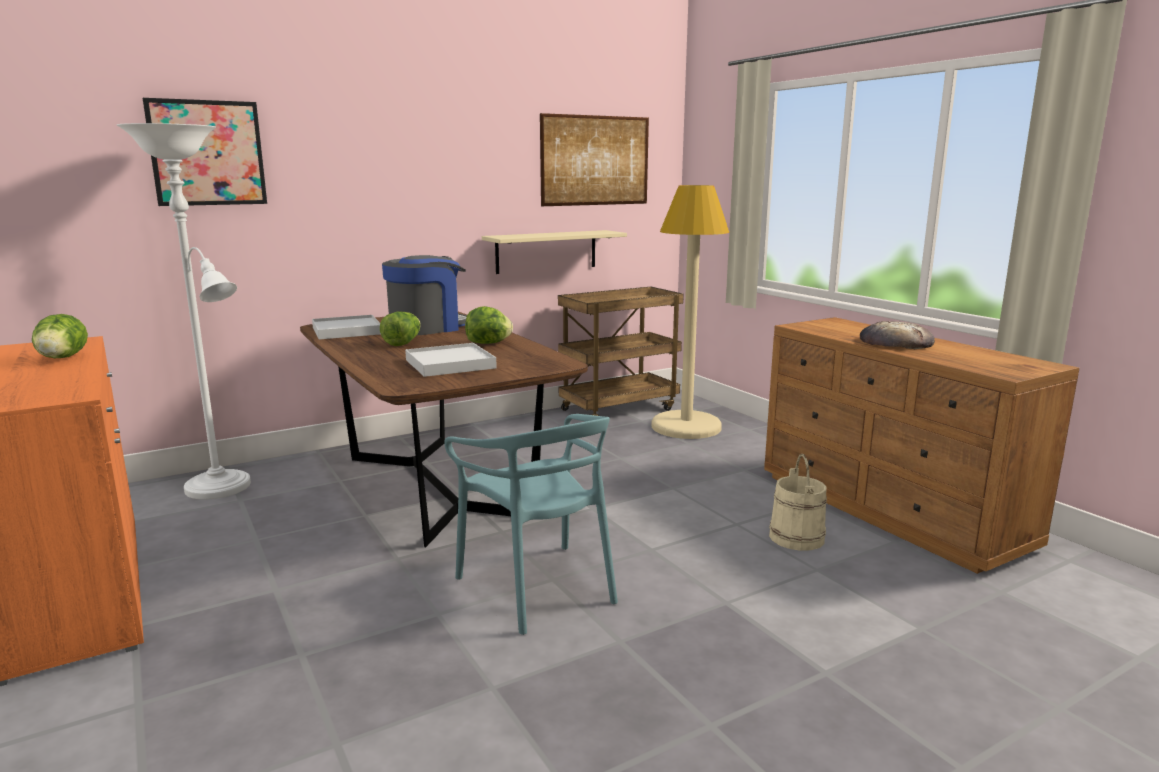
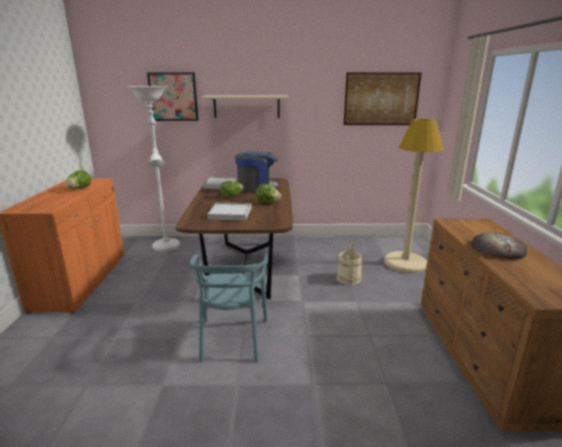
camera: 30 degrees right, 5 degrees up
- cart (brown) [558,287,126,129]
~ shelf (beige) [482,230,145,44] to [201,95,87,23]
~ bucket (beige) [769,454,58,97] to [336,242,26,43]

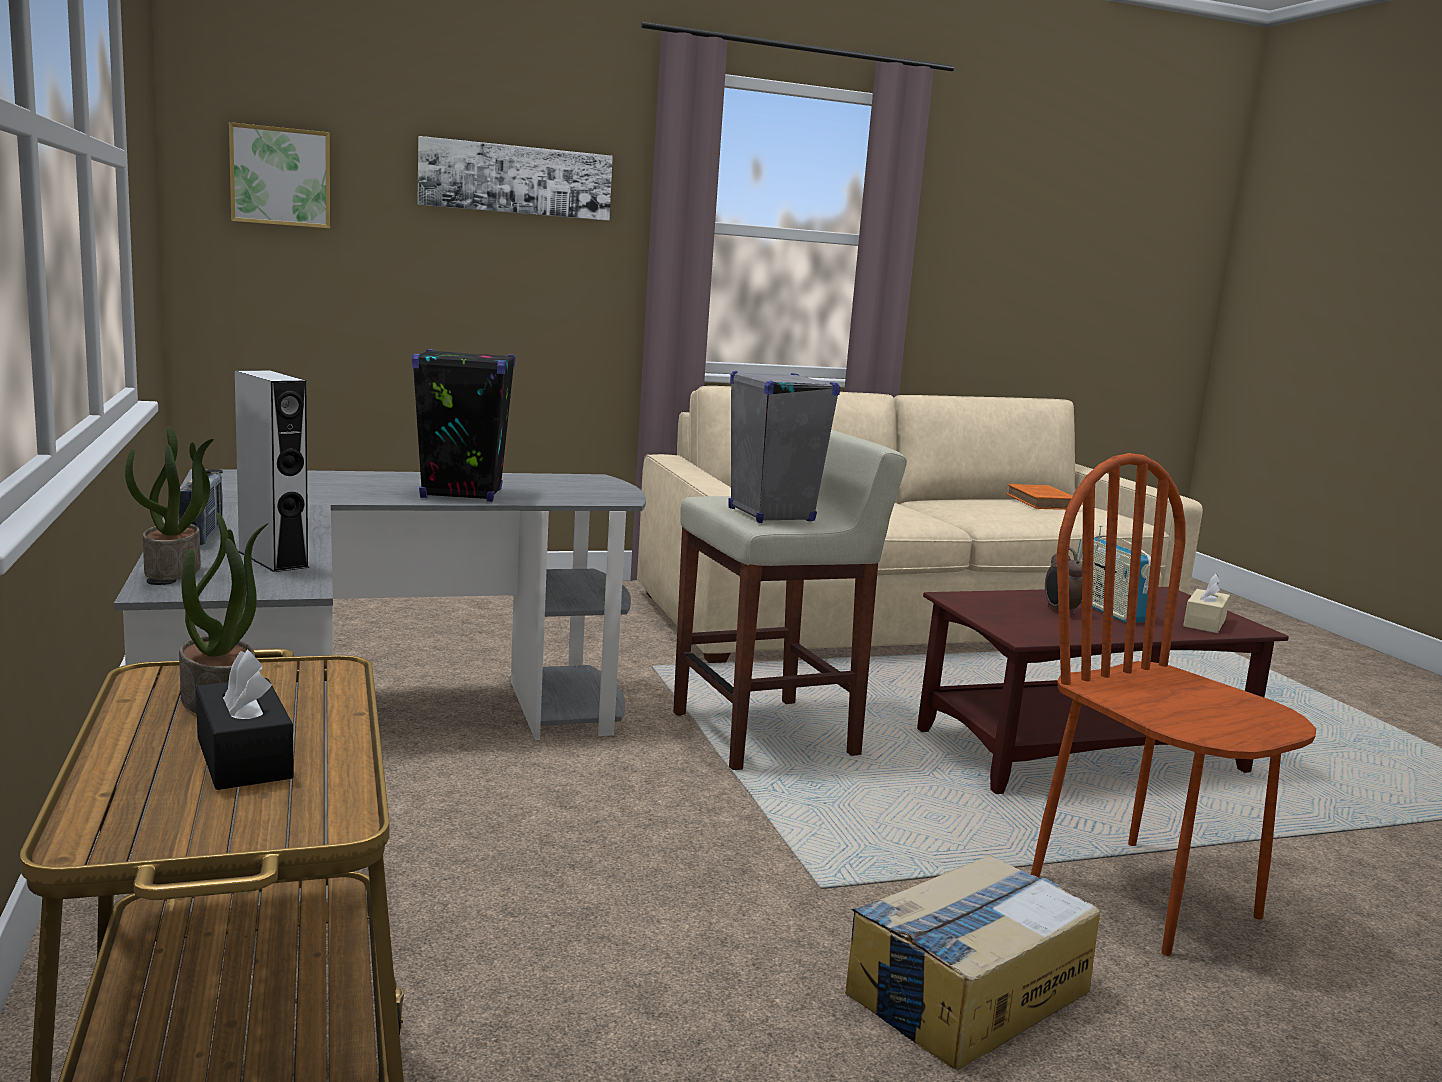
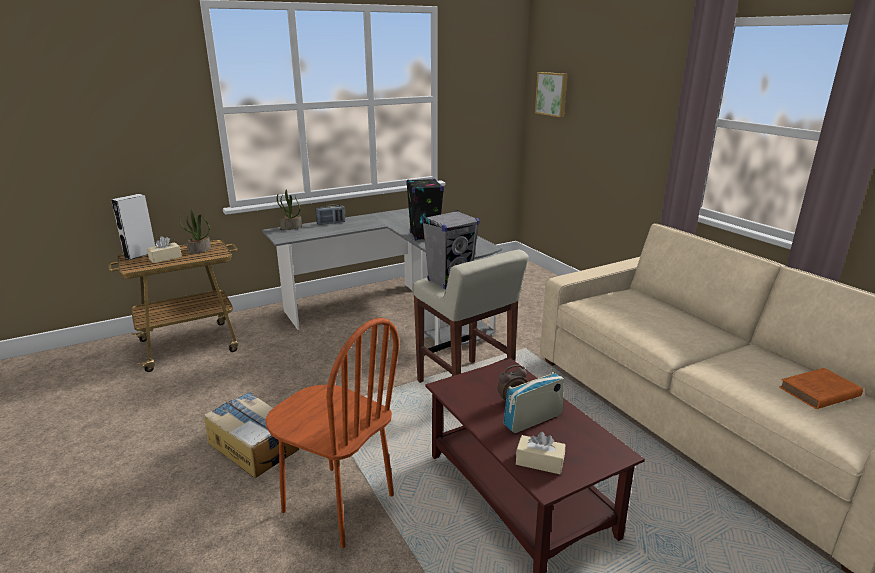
camera: 80 degrees right, 10 degrees up
- picture [417,136,196,85]
~ speaker (grey) [235,370,75,202] to [111,194,44,66]
~ tissue box (black) [196,649,98,141] to tissue box (beige) [147,236,35,27]
~ chair (brown) [1031,453,285,503] = [266,318,133,230] 75 degrees clockwise

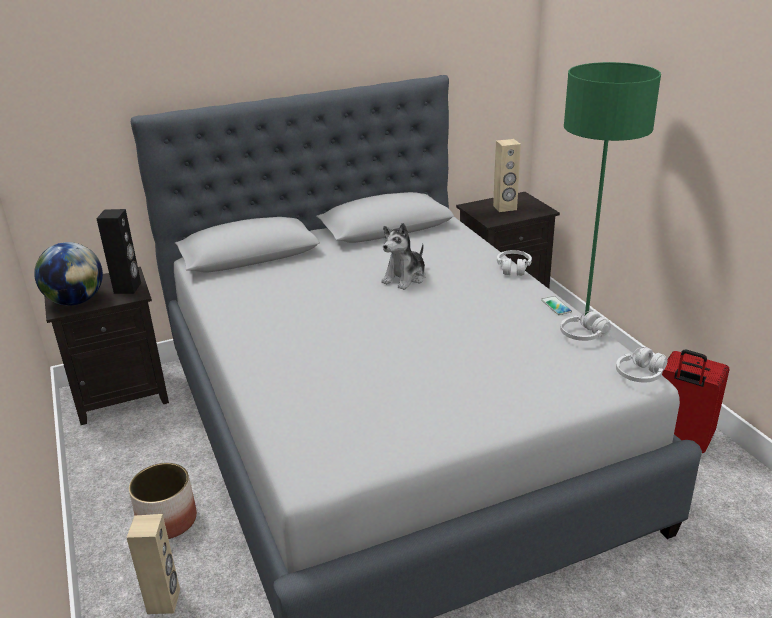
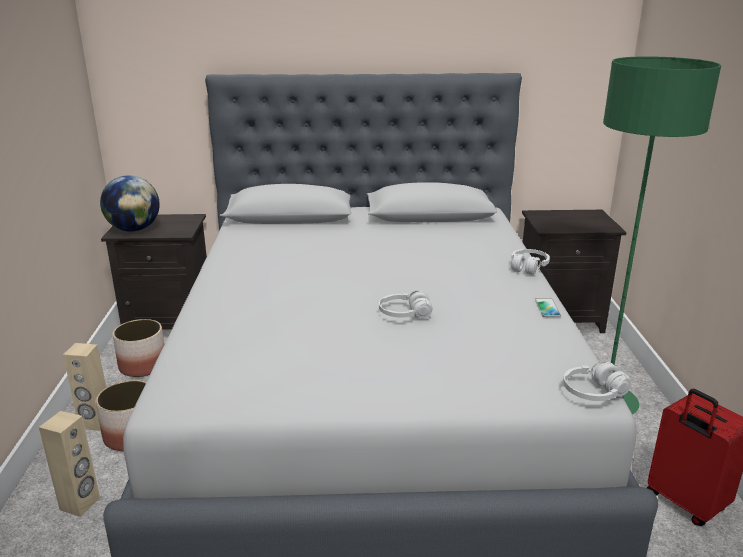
camera: 20 degrees right, 5 degrees down
- speaker (black) [96,209,45,85]
- plush toy [381,223,45,67]
+ planter [113,319,52,58]
~ speaker (beige) [493,139,28,73] to [63,343,43,88]
~ headphones (white) [560,311,51,30] to [379,291,53,28]

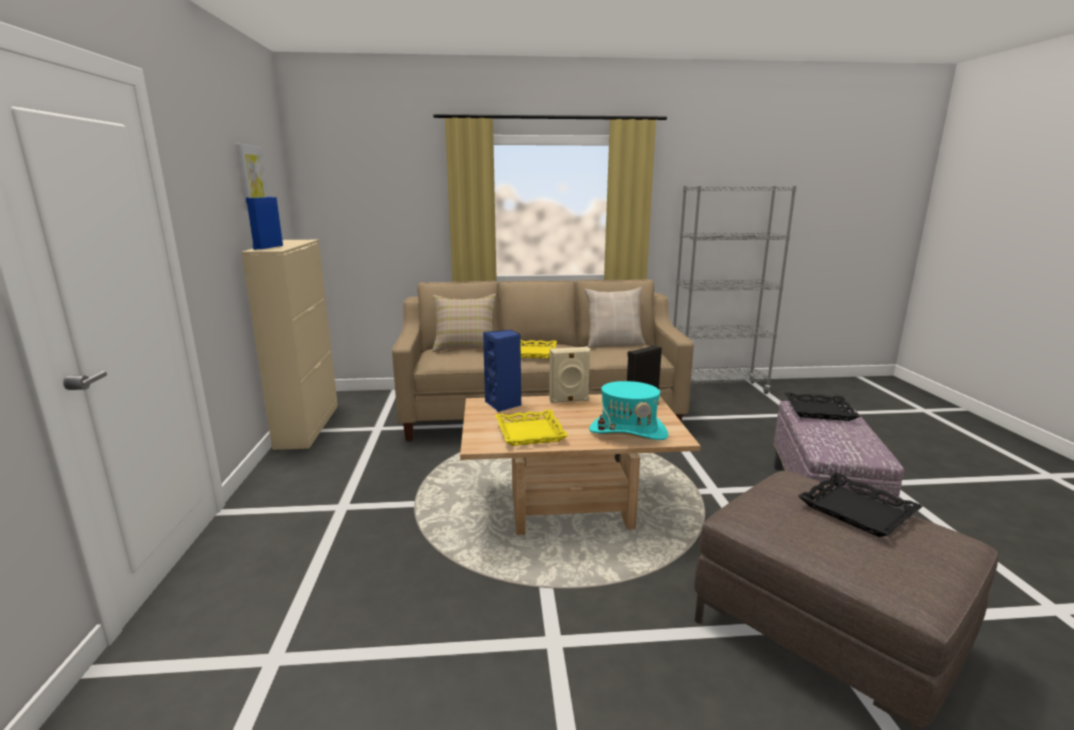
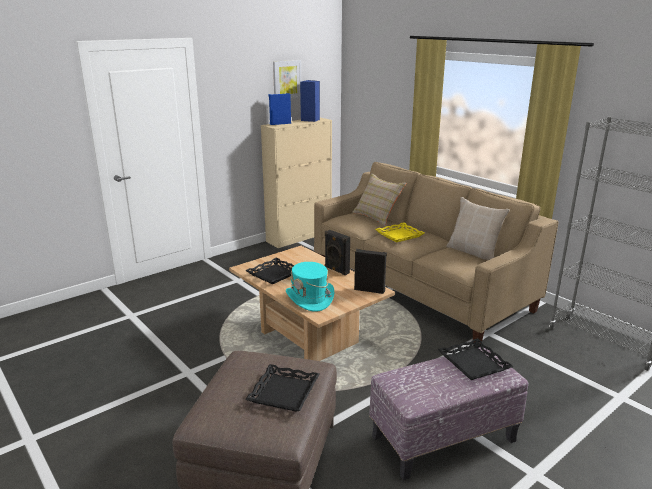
camera: 55 degrees right, 5 degrees up
~ speaker (blue) [483,330,38,82] to [300,80,20,42]
~ tray (yellow) [495,409,73,37] to tray (black) [245,257,49,27]
~ speaker (beige) [549,347,42,56] to speaker (black) [325,230,25,46]

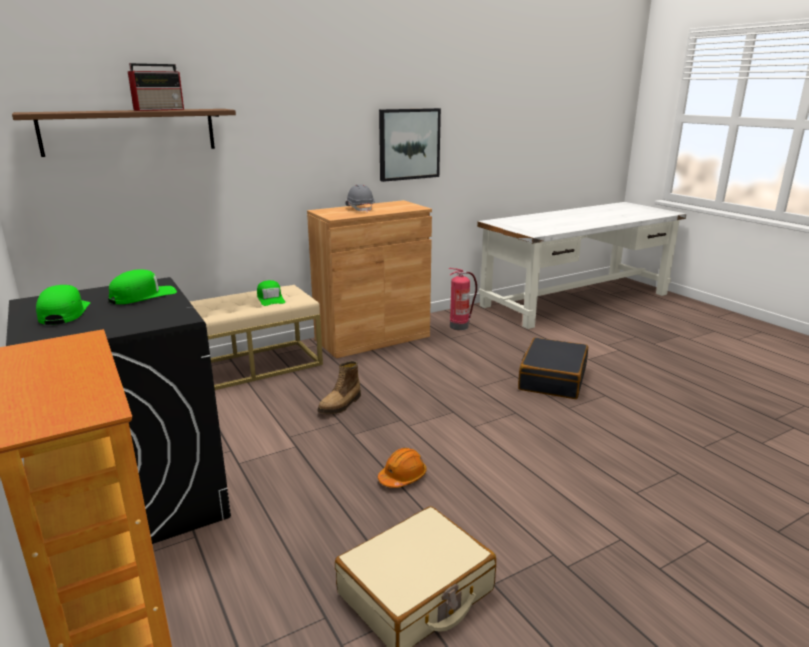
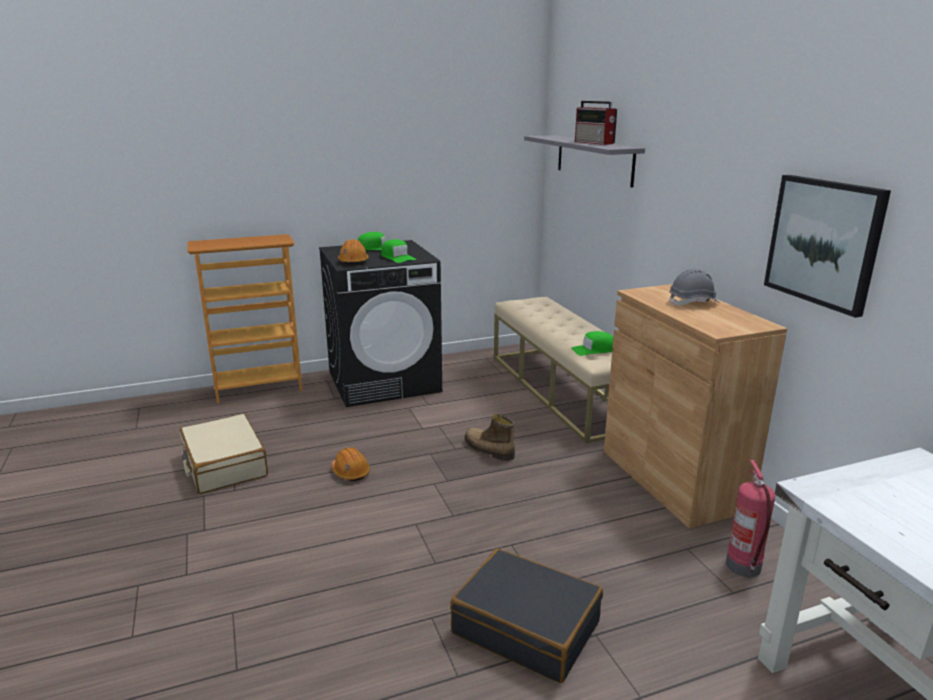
camera: 100 degrees right, 0 degrees up
+ hard hat (orange) [338,239,31,27]
~ shelf (brown) [12,109,224,48] to shelf (grey) [524,135,121,53]

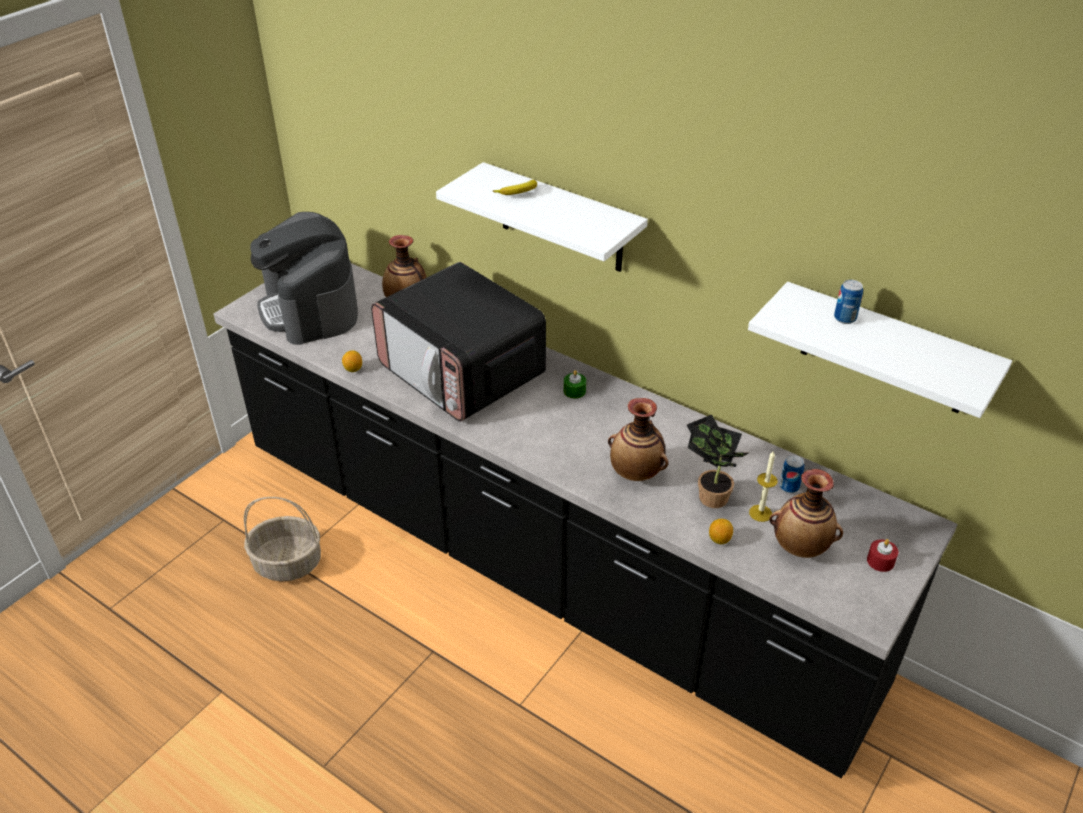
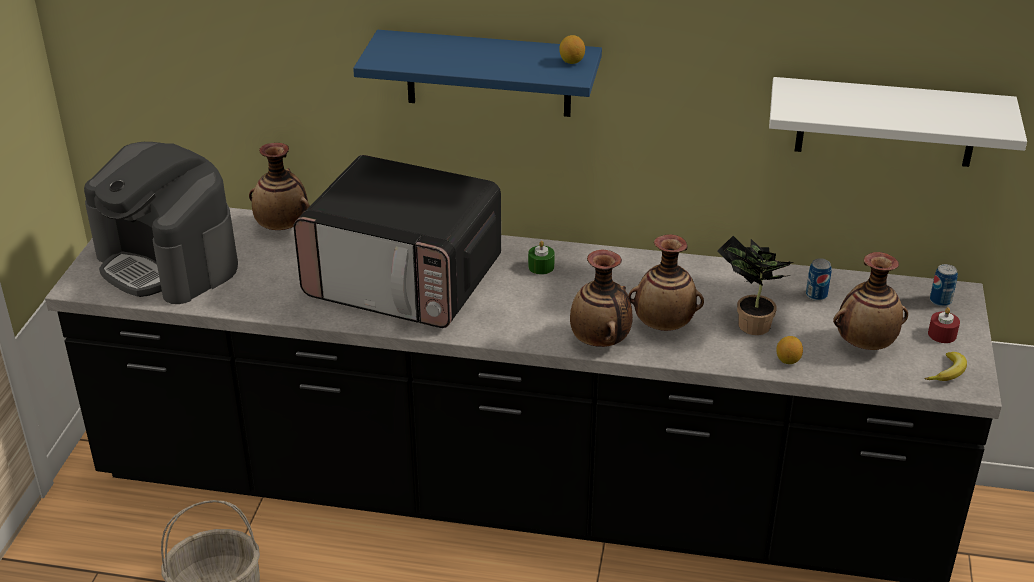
camera: 25 degrees left, 5 degrees down
- candle [749,451,28,71]
+ vase [570,250,63,97]
~ lemon [342,350,20,22] to [559,35,26,29]
~ banana [493,180,44,15] to [925,352,42,29]
~ can [834,280,29,44] to [930,264,28,43]
~ shelf (white) [436,162,212,110] to shelf (blue) [353,30,249,87]

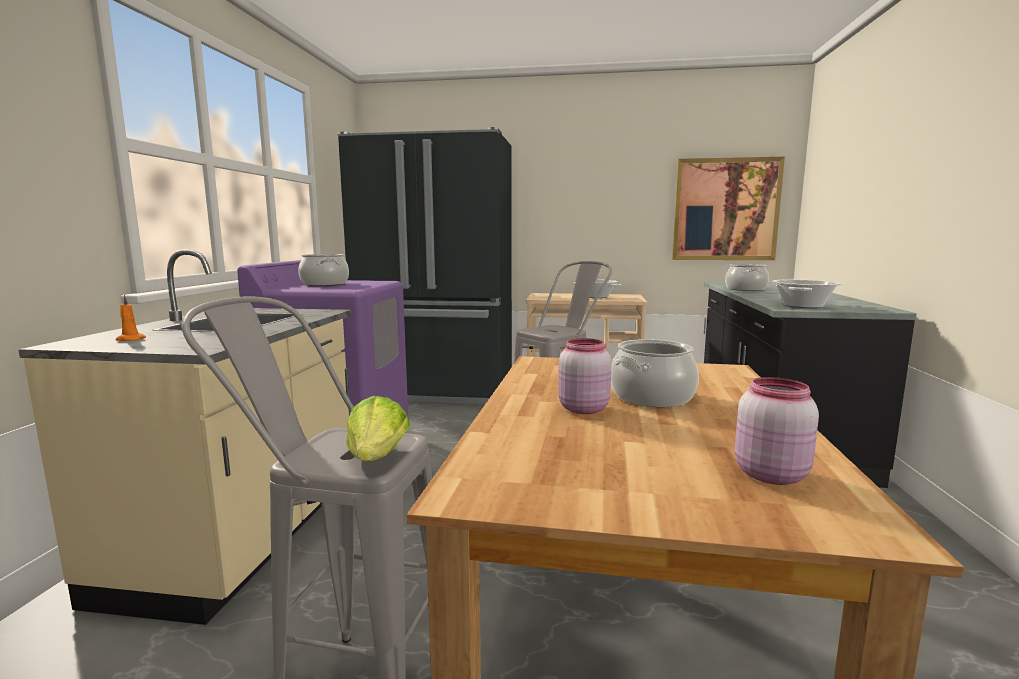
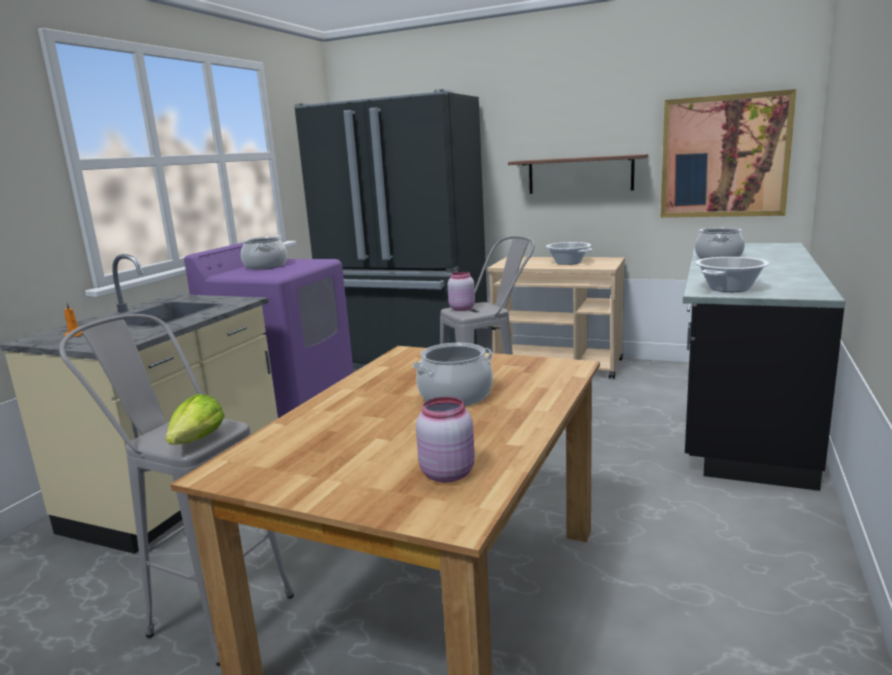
camera: 15 degrees right, 5 degrees up
+ shelf [508,154,140,40]
~ jar (pink) [558,338,54,76] to [448,272,27,39]

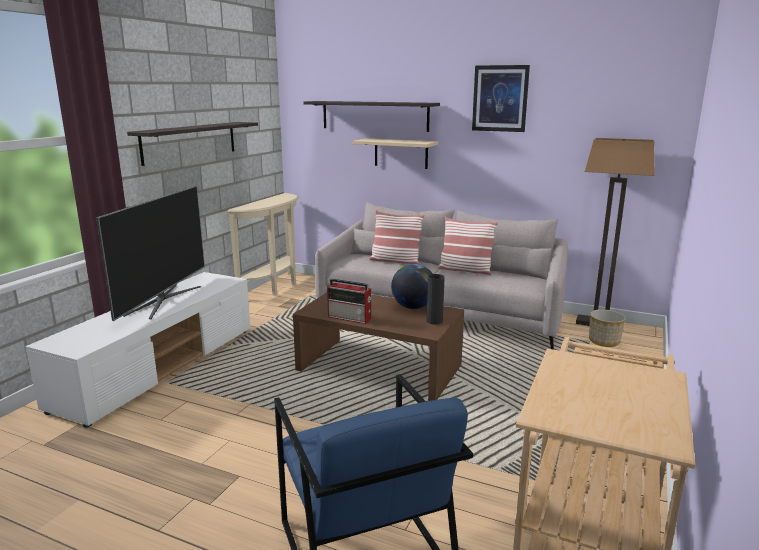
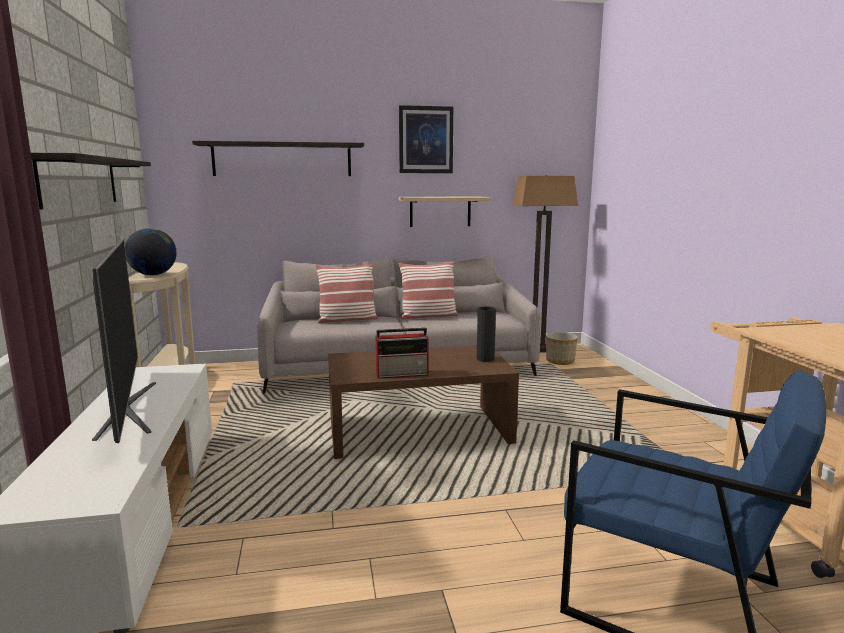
camera: 35 degrees left, 5 degrees down
~ shelf (beige) [353,138,85,31] to [399,196,92,31]
~ globe [391,264,42,45] to [125,228,52,47]

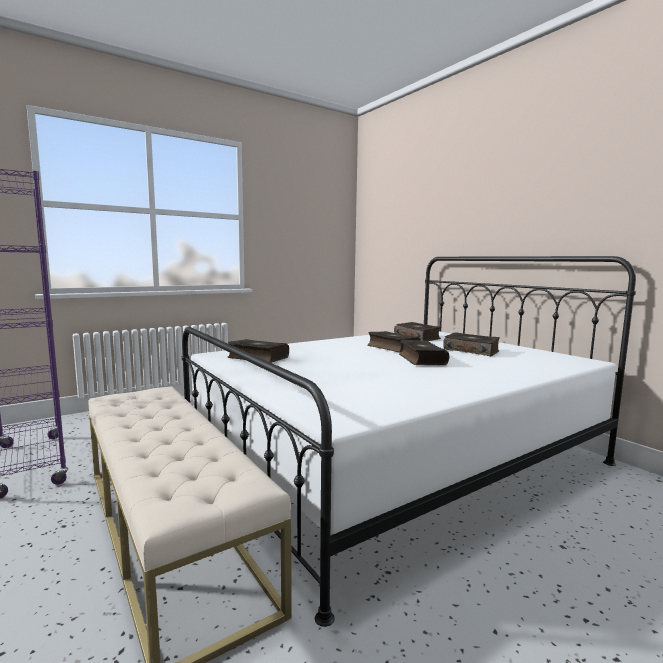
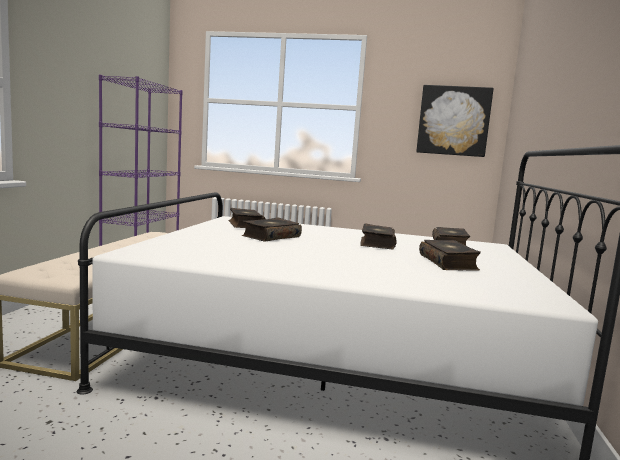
camera: 45 degrees right, 0 degrees up
+ picture [416,85,78,72]
~ book [399,340,50,25] to [242,218,60,24]

